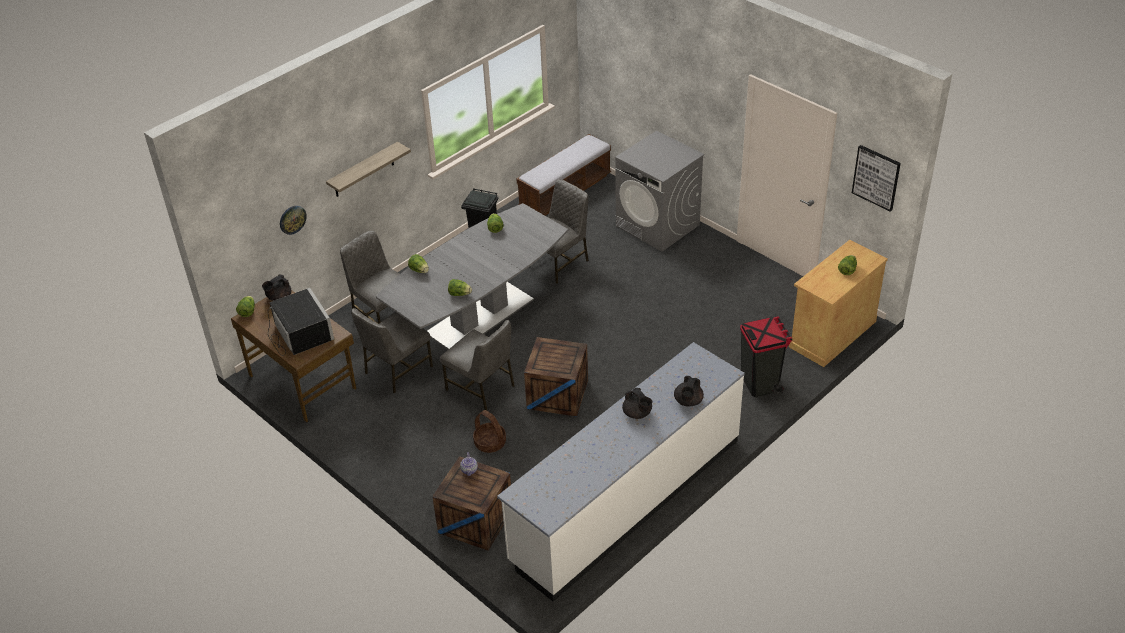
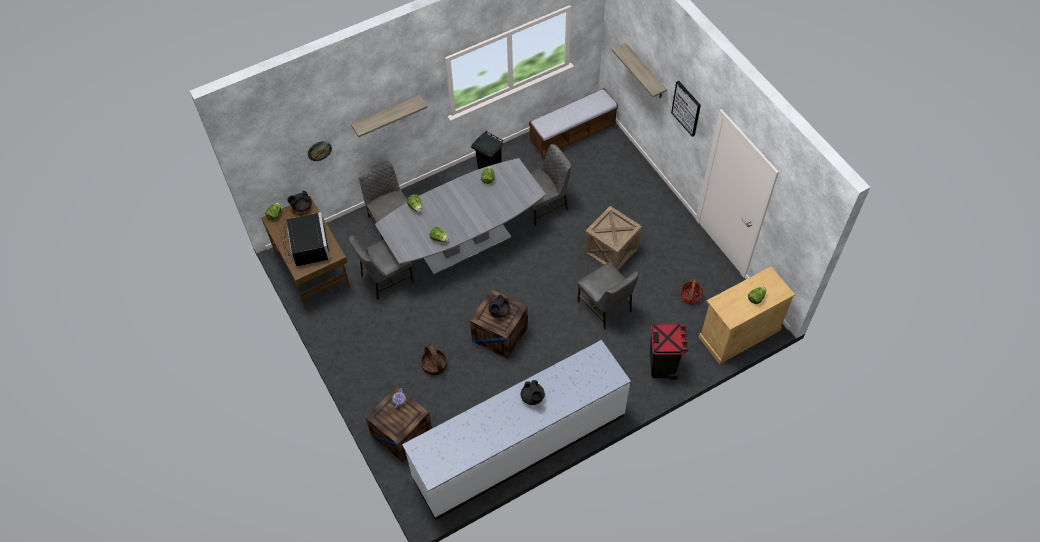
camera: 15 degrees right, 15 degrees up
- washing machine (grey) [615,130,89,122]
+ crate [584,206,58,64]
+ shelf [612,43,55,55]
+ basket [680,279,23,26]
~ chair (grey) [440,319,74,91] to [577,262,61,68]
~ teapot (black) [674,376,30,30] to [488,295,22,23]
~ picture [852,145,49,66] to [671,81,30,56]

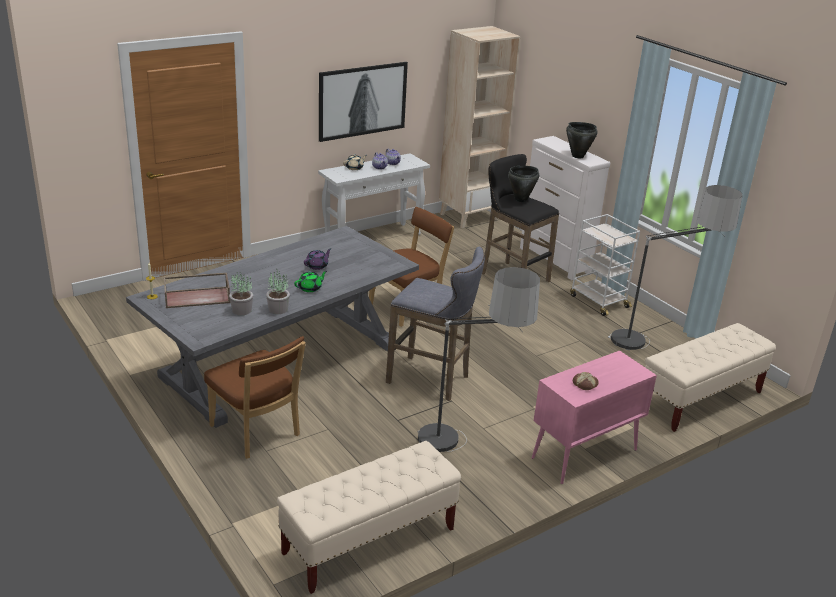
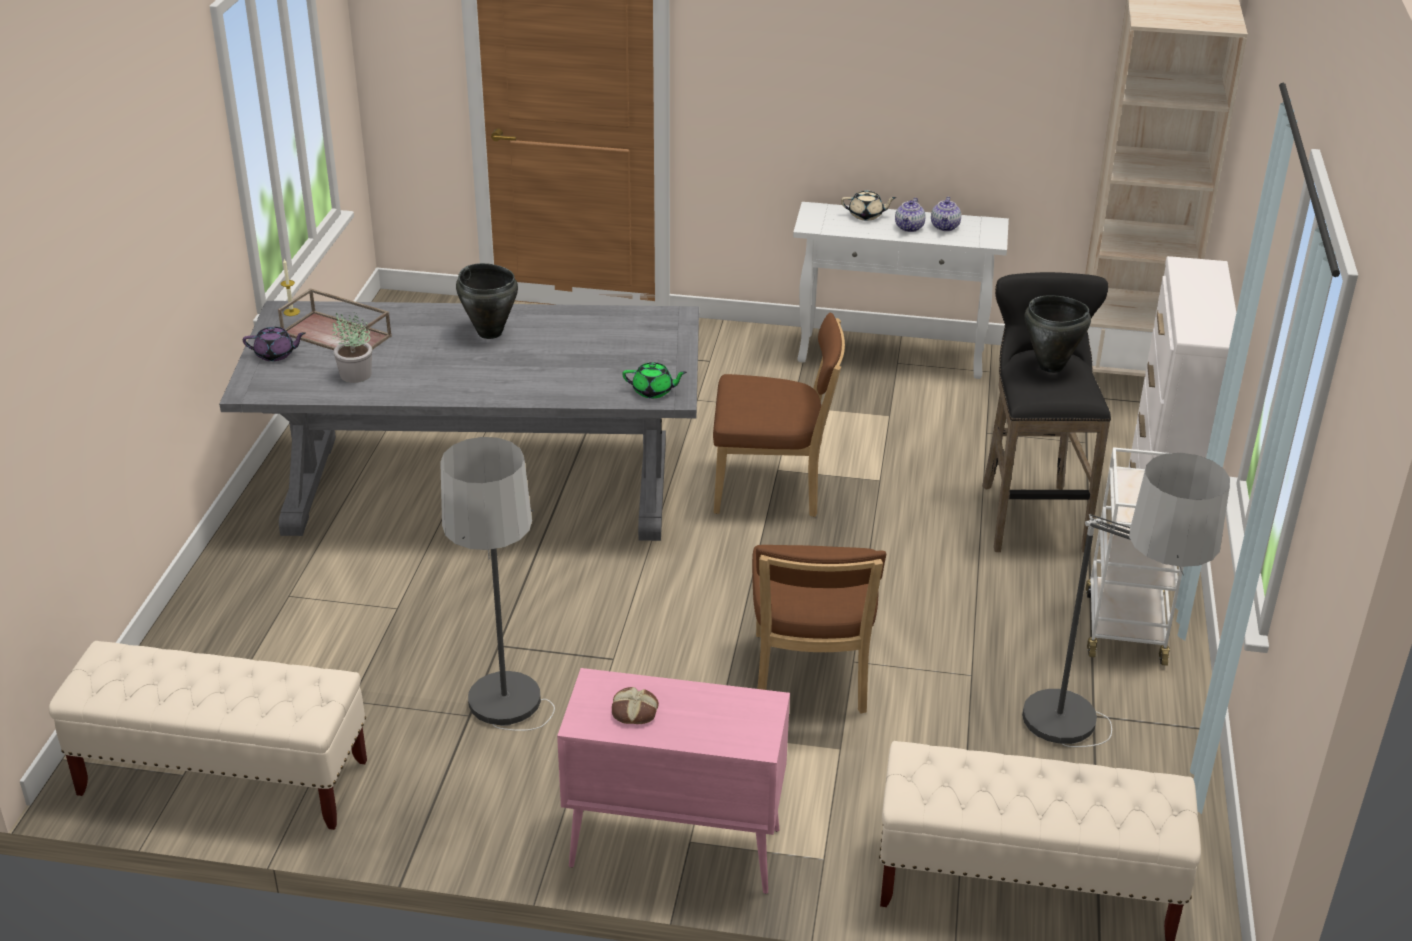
camera: 45 degrees right, 5 degrees up
- potted plant [266,271,24,43]
- picture [319,62,89,80]
- stool (grey) [386,247,99,154]
~ chair (brown) [204,336,102,123] to [752,545,134,169]
~ teapot (green) [294,271,33,21] to [622,362,65,36]
~ teapot (purple) [304,248,27,22] to [243,327,63,34]
~ cooking pot (black) [566,122,32,36] to [456,263,62,76]

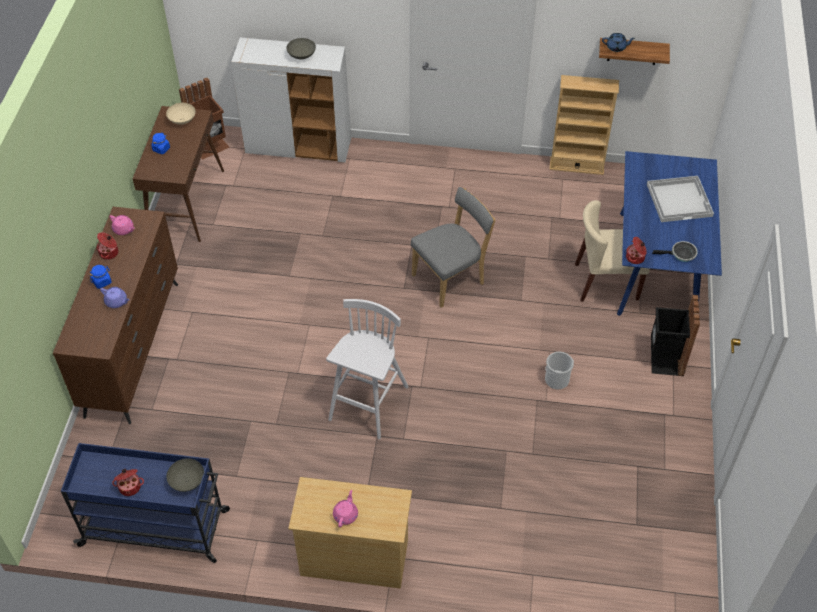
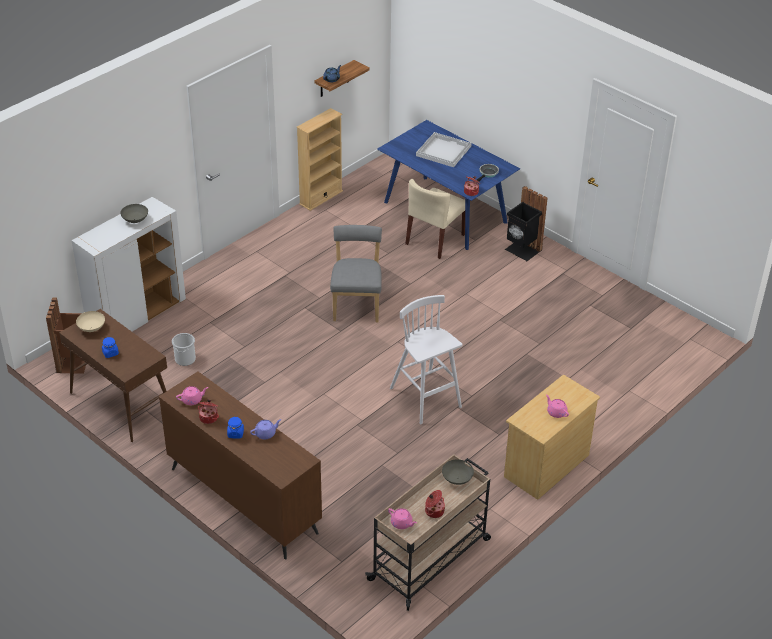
camera: 55 degrees left, 10 degrees down
+ teapot (pink) [388,508,29,21]
~ bucket [545,352,29,37] to [172,333,24,33]
~ cart (blue) [61,443,169,120] to cart (beige) [365,454,126,157]

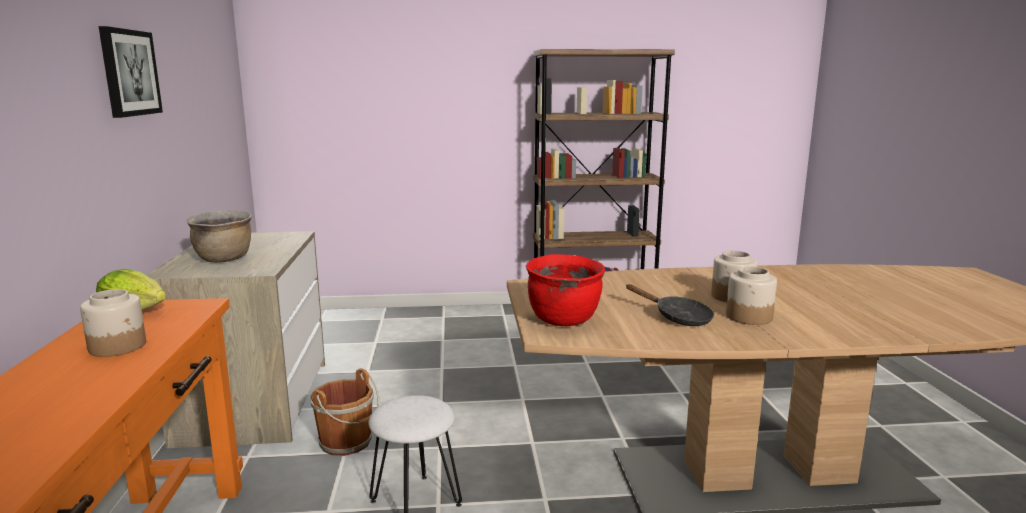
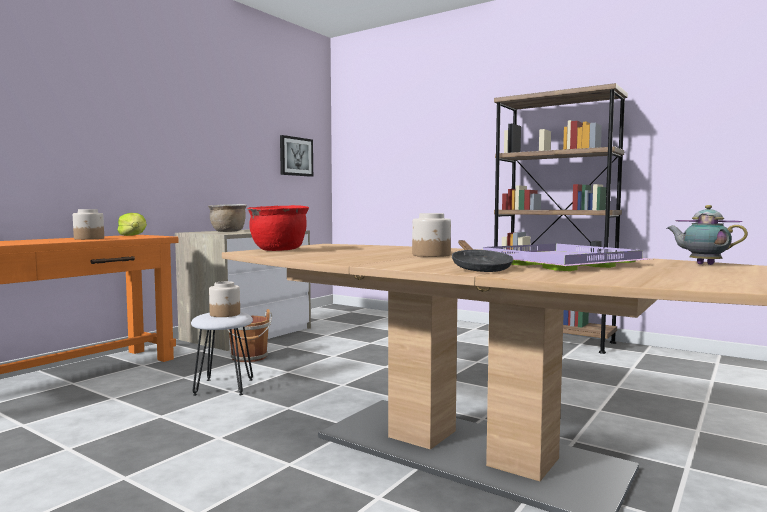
camera: 40 degrees right, 10 degrees down
+ tray (purple) [483,244,166,27]
+ teapot [667,205,81,60]
~ picture [98,26,65,92] to [280,135,33,42]
~ frying pan (black) [626,284,88,42] to [452,240,62,32]
~ jar [726,266,51,59] to [209,281,31,36]

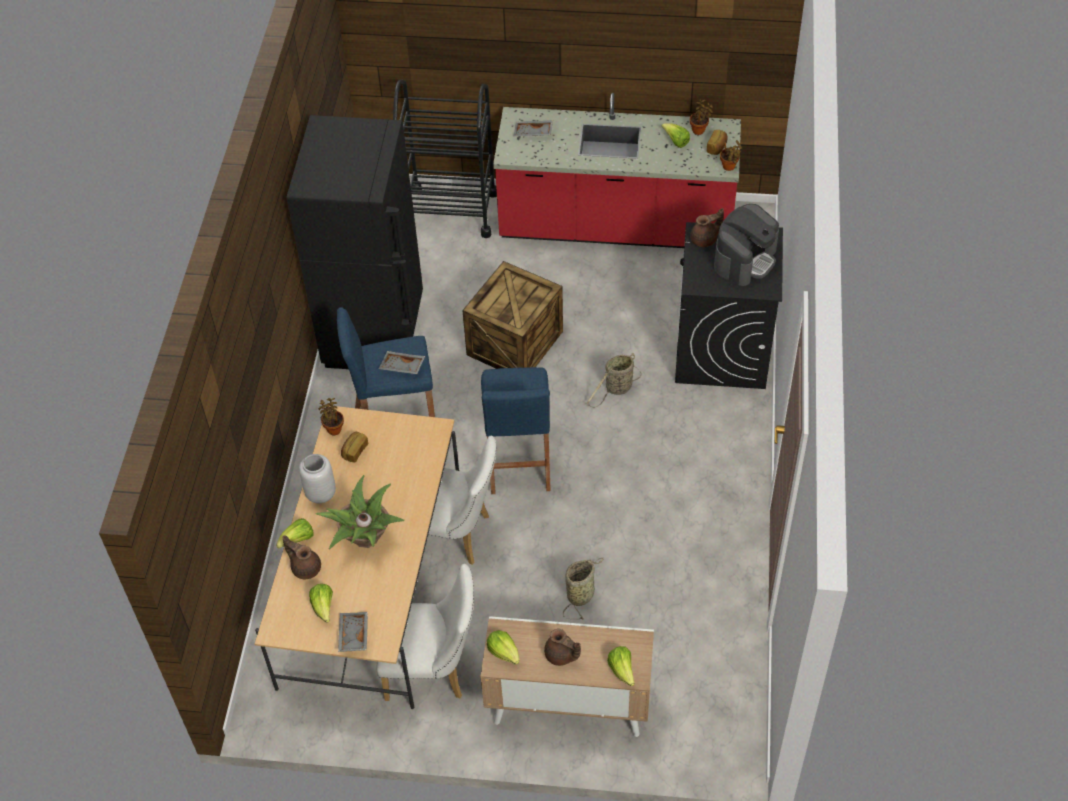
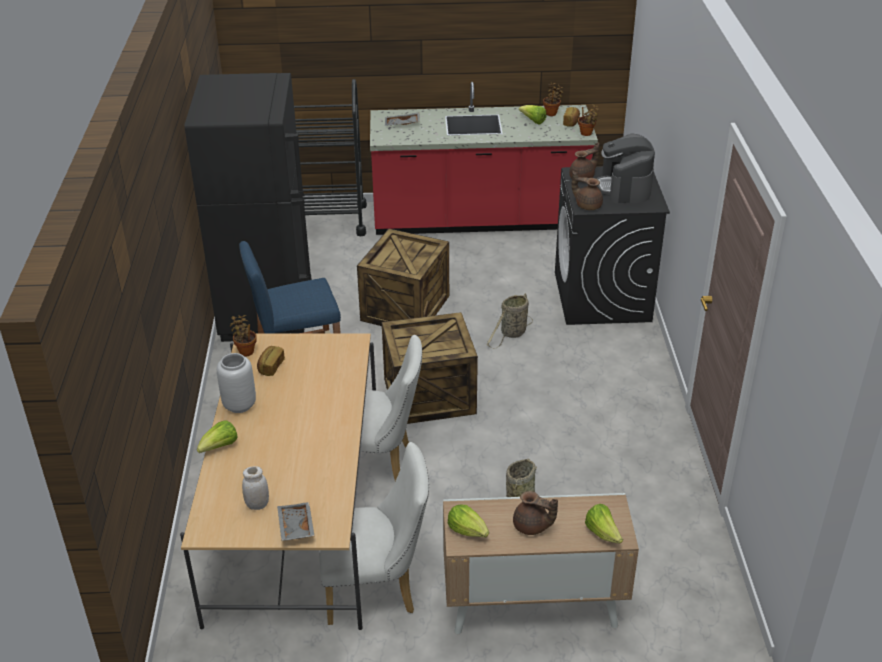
camera: 10 degrees left, 15 degrees down
- potted plant [316,475,88,74]
- tray (grey) [379,351,46,23]
~ teapot (brown) [283,535,38,44] to [572,171,31,39]
~ lettuce [309,584,24,39] to jar (white) [242,466,27,44]
~ stool (blue) [481,367,70,127] to crate [382,312,96,112]
~ coffee machine [714,204,65,82] = [597,134,58,69] 150 degrees clockwise

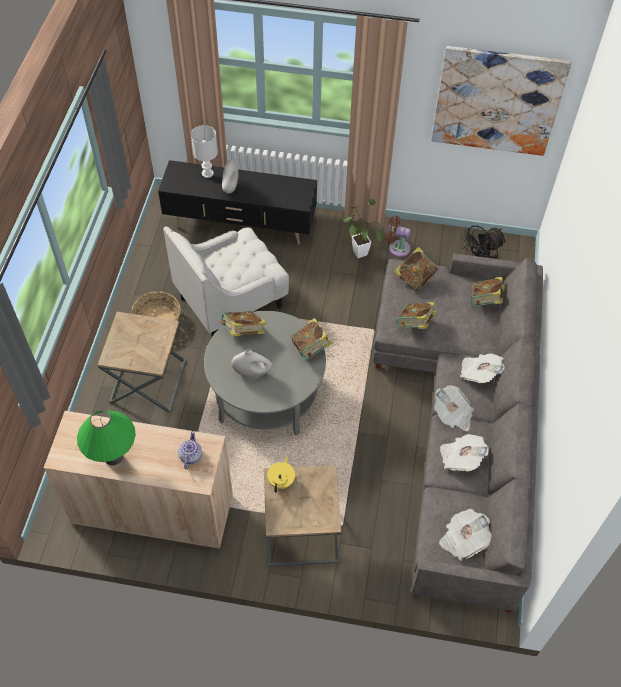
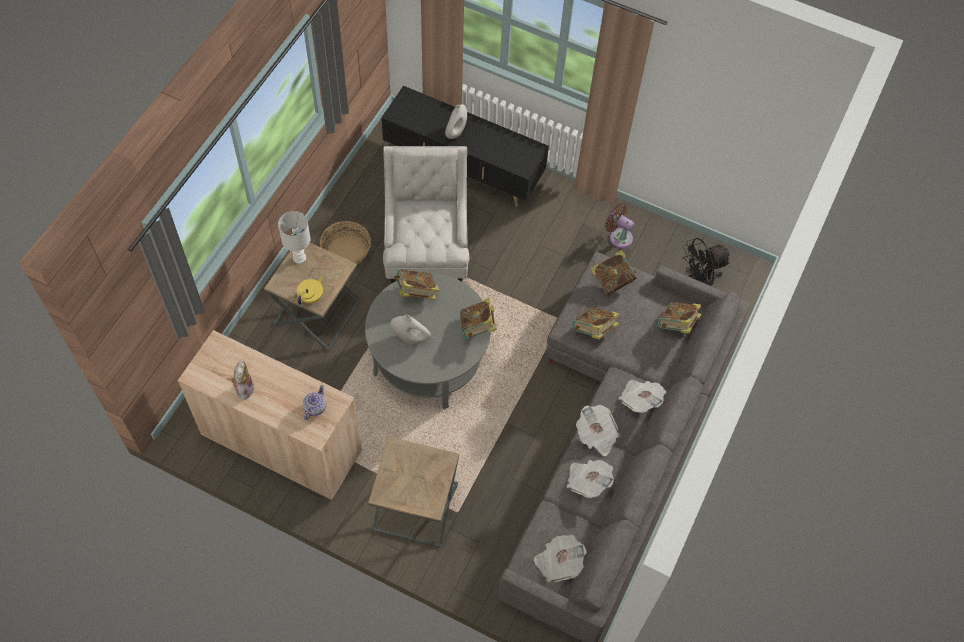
camera: 15 degrees right, 5 degrees up
- potted plant [343,199,41,59]
- picture [431,46,140,110]
~ table lamp (white) [191,125,27,53] to [278,211,32,53]
~ teapot (yellow) [267,456,28,37] to [297,276,26,29]
~ table lamp (green) [77,410,59,56] to plush toy [230,359,24,41]
~ armchair (white) [163,226,126,112] = [383,146,87,138] 105 degrees clockwise

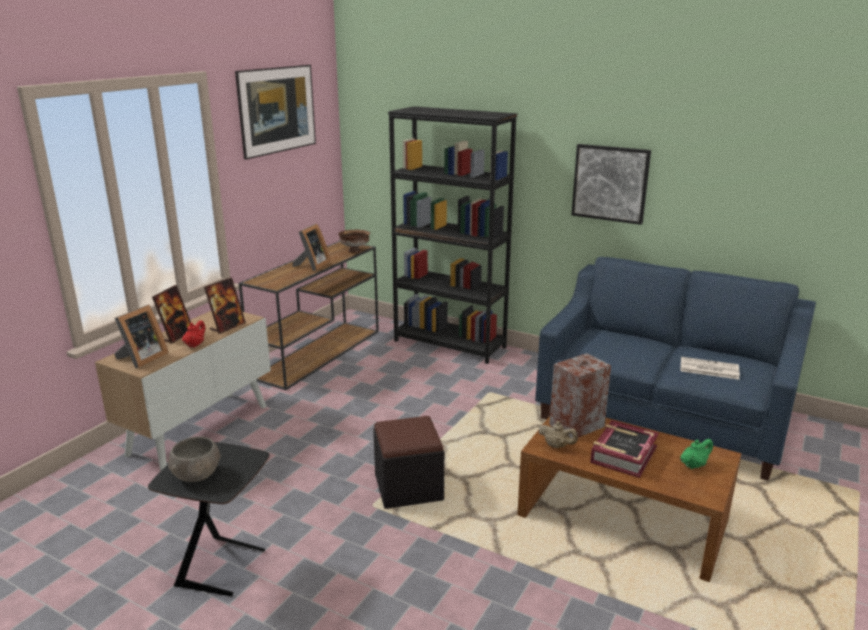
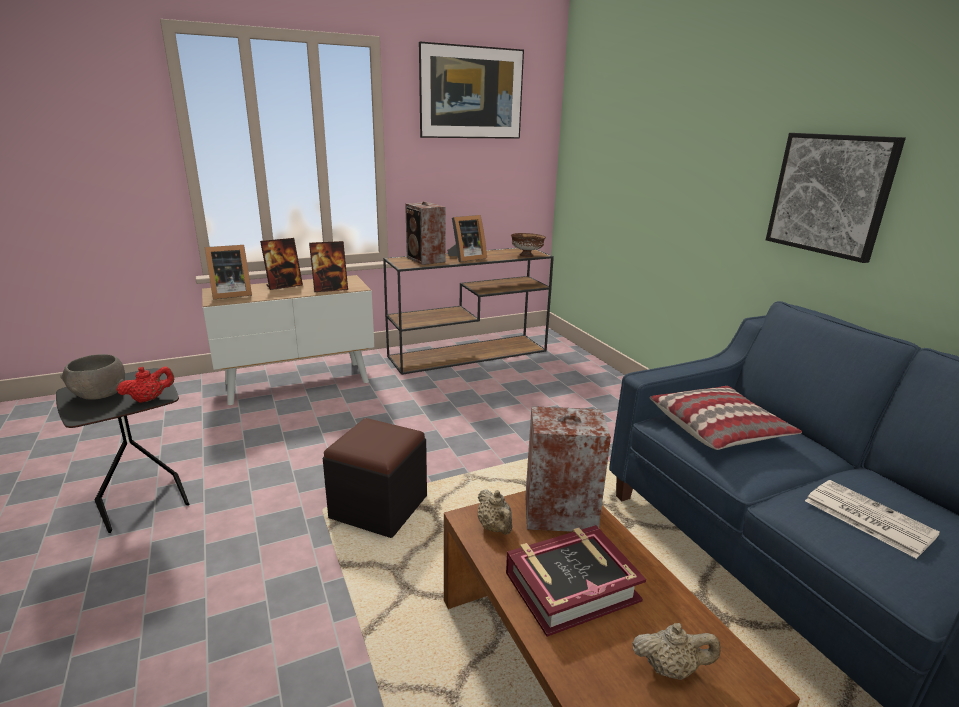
camera: 35 degrees right, 0 degrees up
- bookcase (black) [388,106,129,258]
+ speaker [405,201,41,64]
+ pillow [650,386,152,64]
~ teapot (red) [182,320,23,28] to [116,366,58,37]
~ teapot (green) [680,439,33,30] to teapot (beige) [632,623,89,57]

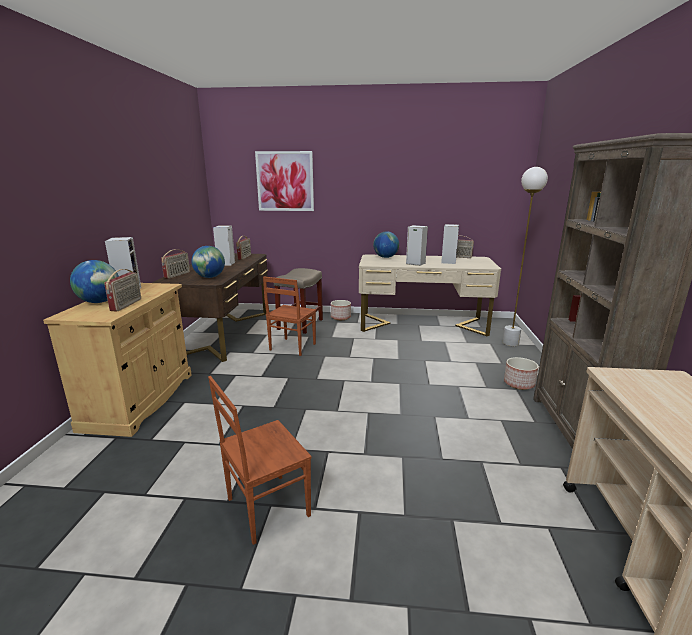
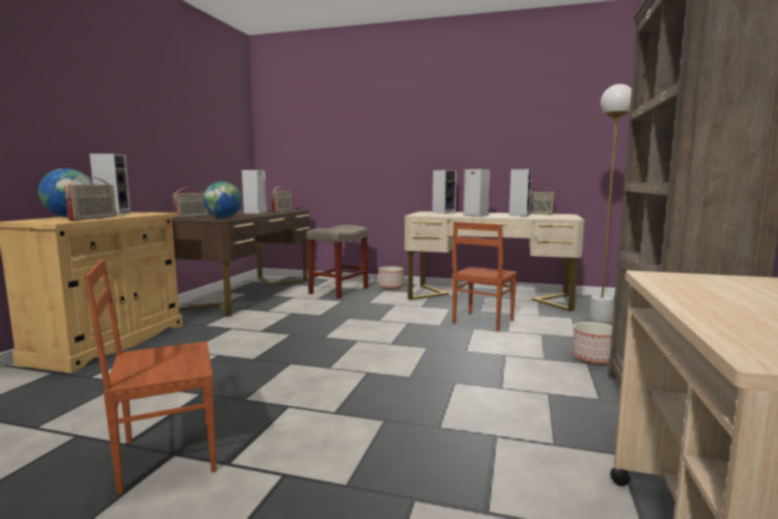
camera: 10 degrees right, 10 degrees down
- picture [255,151,59,60]
~ chair (brown) [263,276,53,80] to [452,222,65,110]
~ globe [373,231,26,27] to speaker [432,170,25,44]

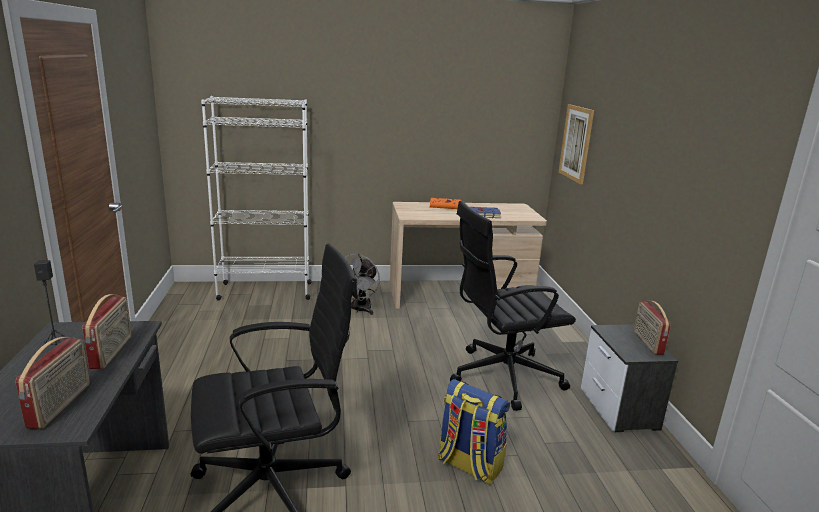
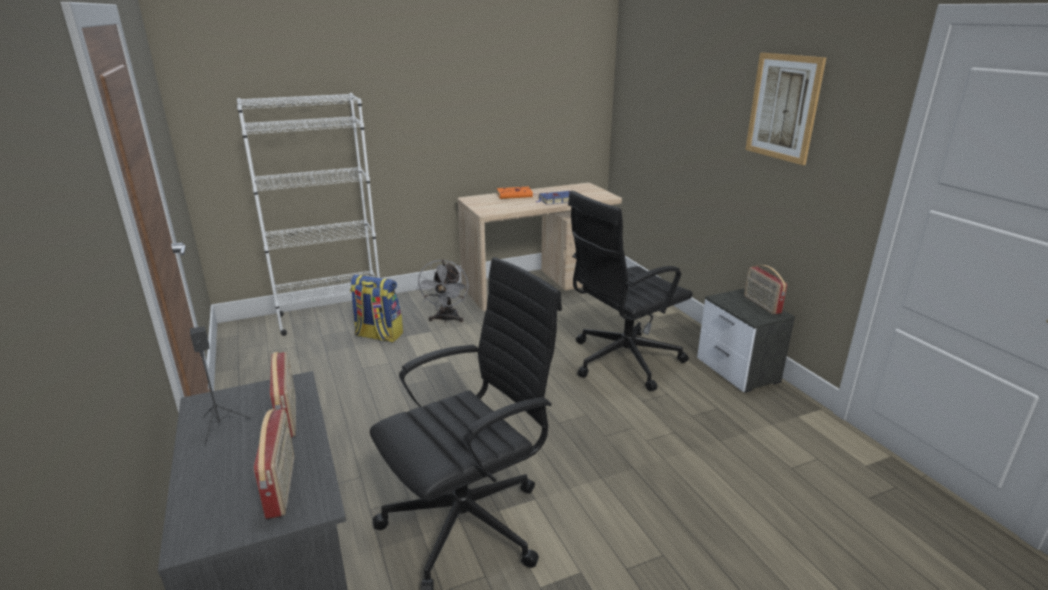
camera: 15 degrees left, 5 degrees up
~ backpack [438,379,72,105] to [350,275,53,68]
~ picture [558,104,36,80] to [745,53,81,112]

